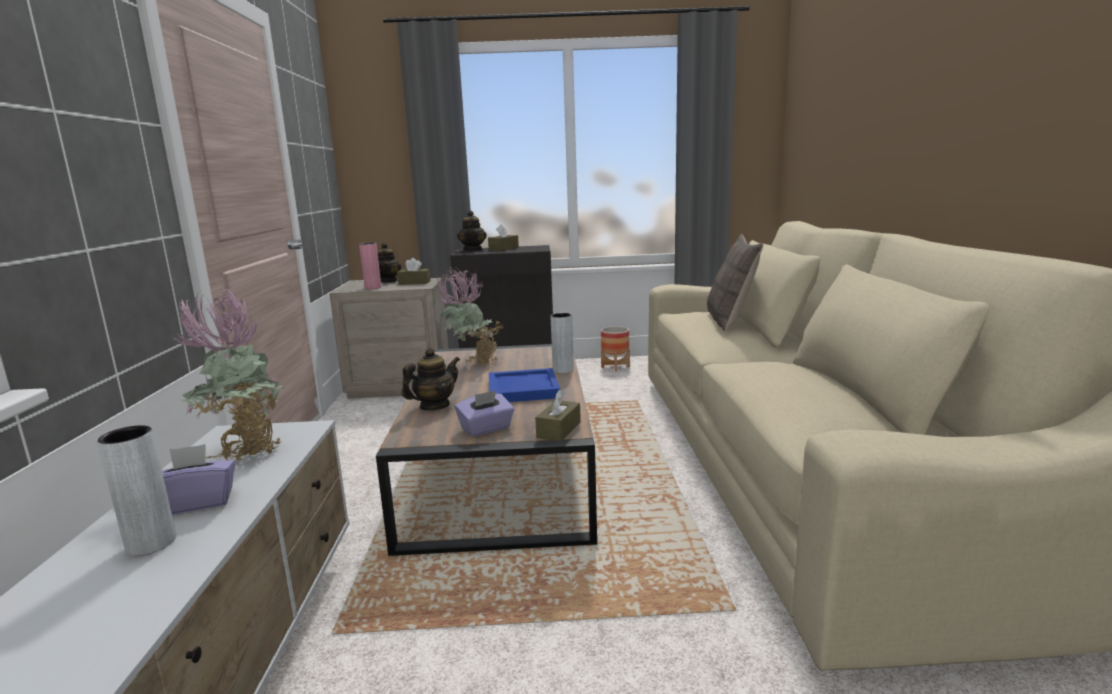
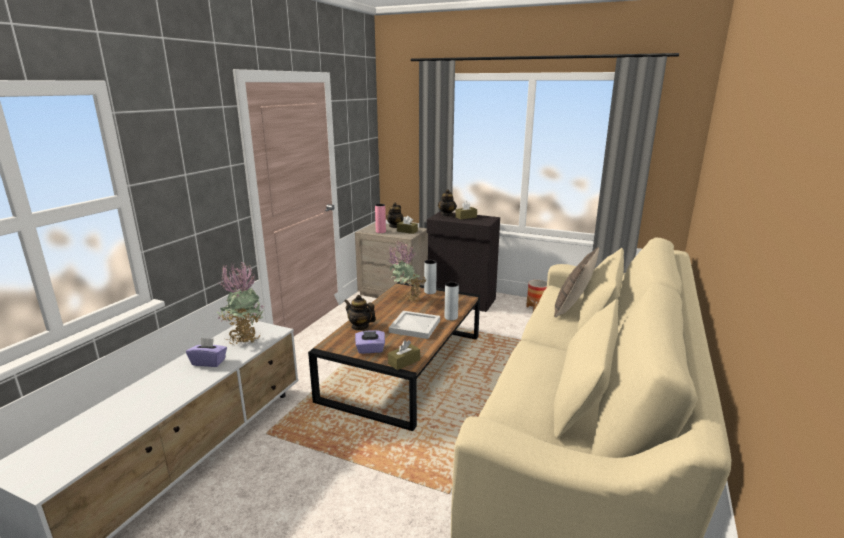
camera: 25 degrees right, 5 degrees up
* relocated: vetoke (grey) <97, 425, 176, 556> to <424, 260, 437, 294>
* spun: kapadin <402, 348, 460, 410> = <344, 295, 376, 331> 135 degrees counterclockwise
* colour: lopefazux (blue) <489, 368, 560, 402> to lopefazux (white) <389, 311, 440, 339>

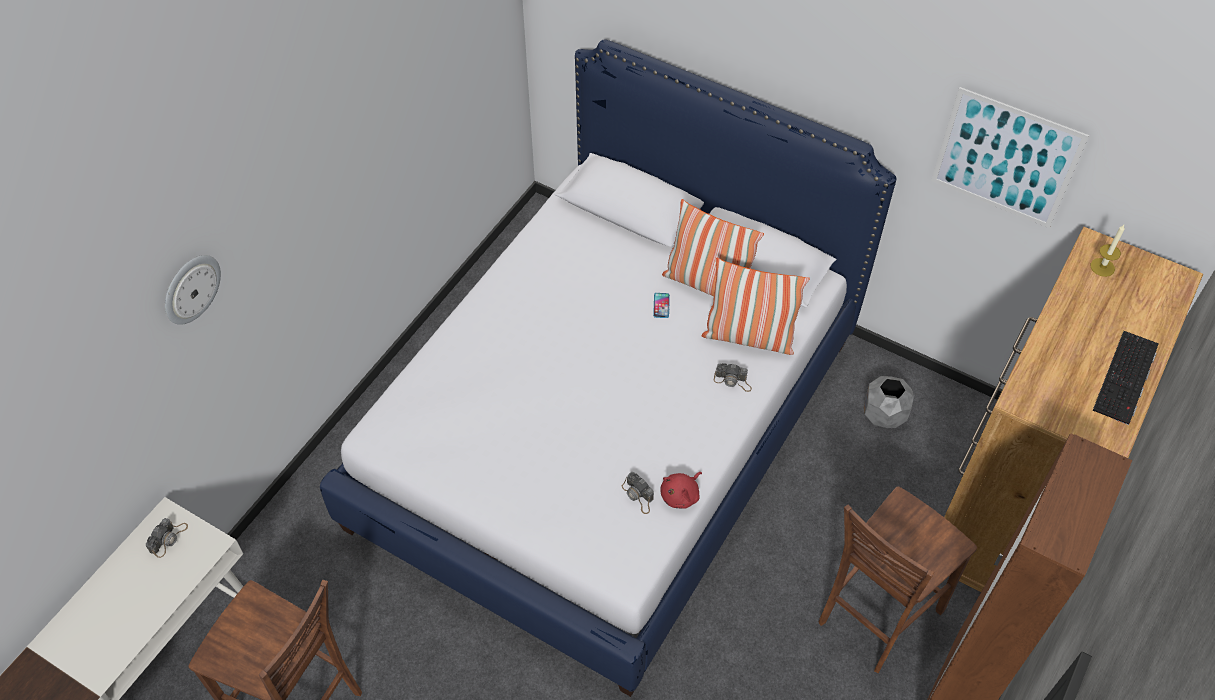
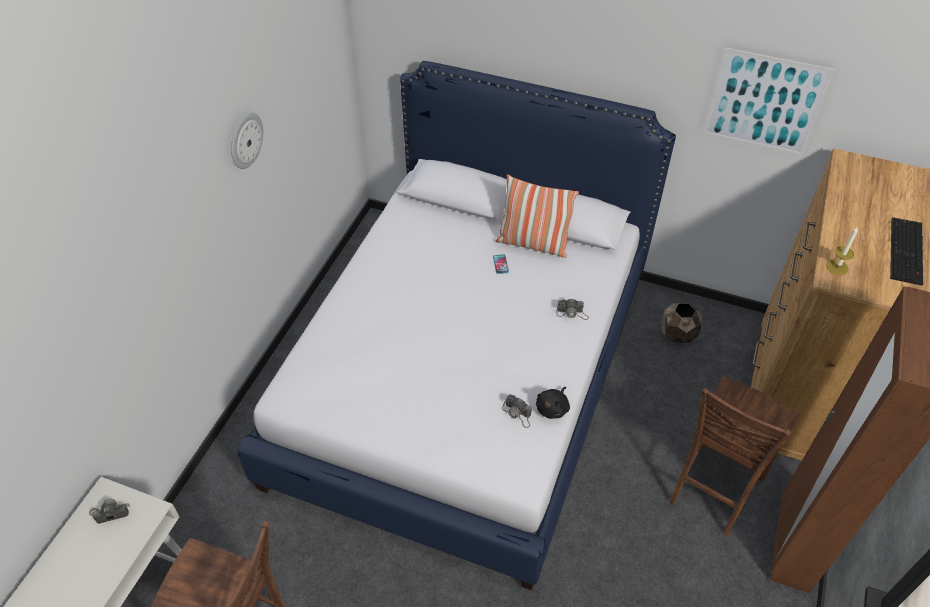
camera: 10 degrees left, 5 degrees down
* spun: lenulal <146, 518, 188, 558> = <89, 499, 130, 524> 120 degrees counterclockwise
* relocated: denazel <165, 255, 221, 325> to <231, 113, 263, 169>
* colour: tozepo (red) <660, 472, 702, 509> to tozepo (black) <536, 387, 570, 419>
* missing: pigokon <701, 258, 810, 355>
* colour: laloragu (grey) <864, 376, 914, 428> to laloragu (brown) <662, 303, 702, 343>
* relocated: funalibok <1091, 225, 1125, 277> to <827, 226, 858, 275>

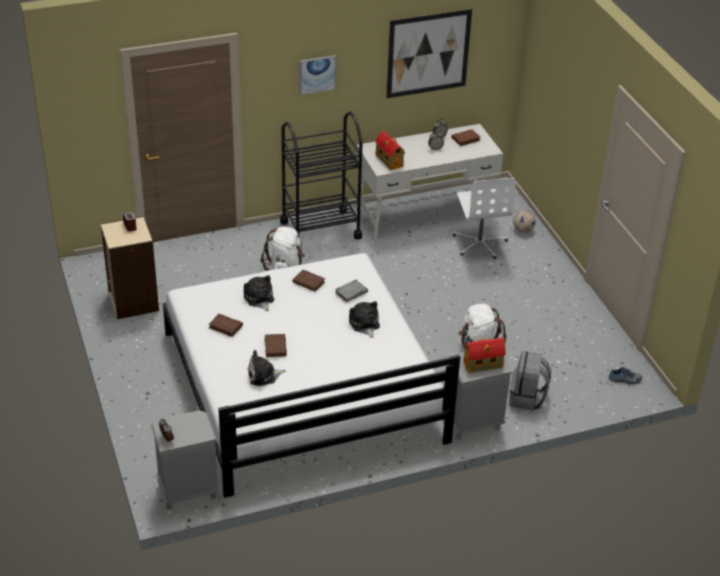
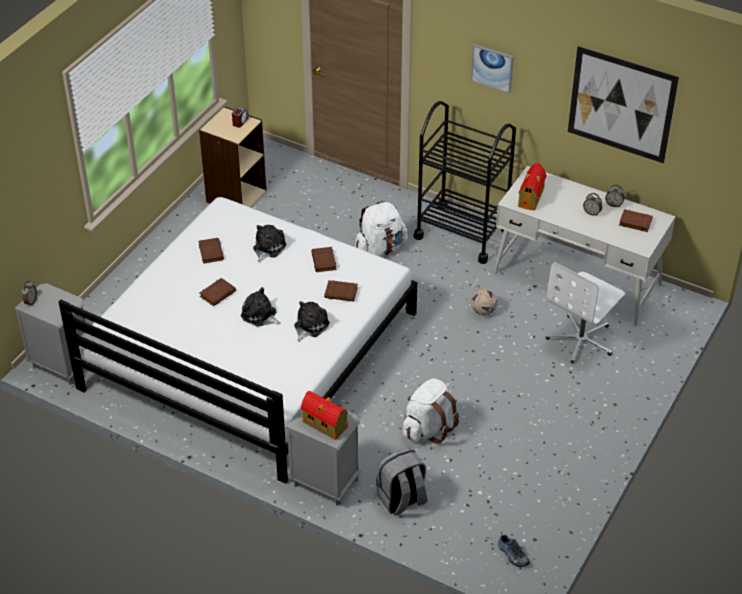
camera: 50 degrees right, 5 degrees up
* relocated: tozepo <248, 350, 286, 386> to <241, 287, 281, 327>
* colour: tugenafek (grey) <335, 280, 368, 302> to tugenafek (brown) <324, 280, 358, 302>
* relocated: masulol <513, 210, 536, 232> to <470, 289, 498, 315>

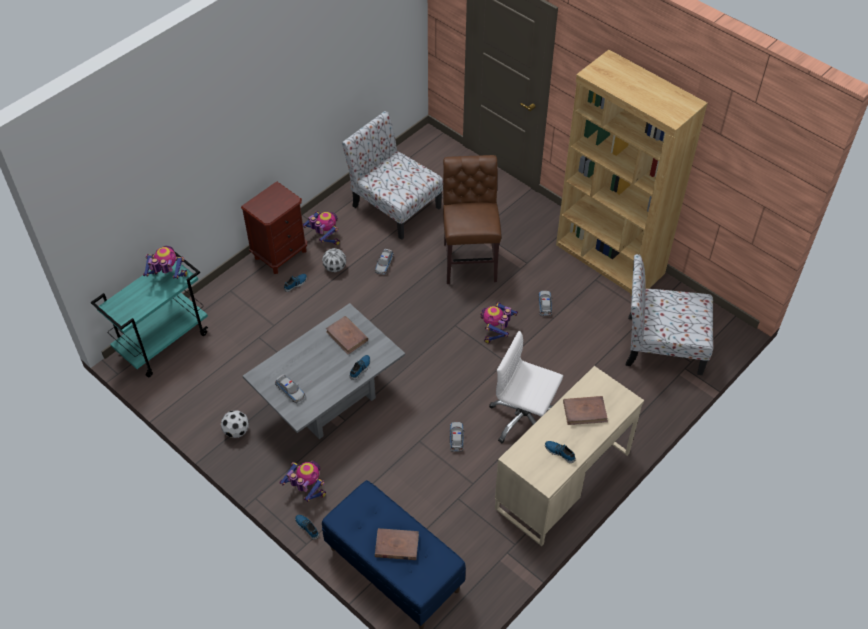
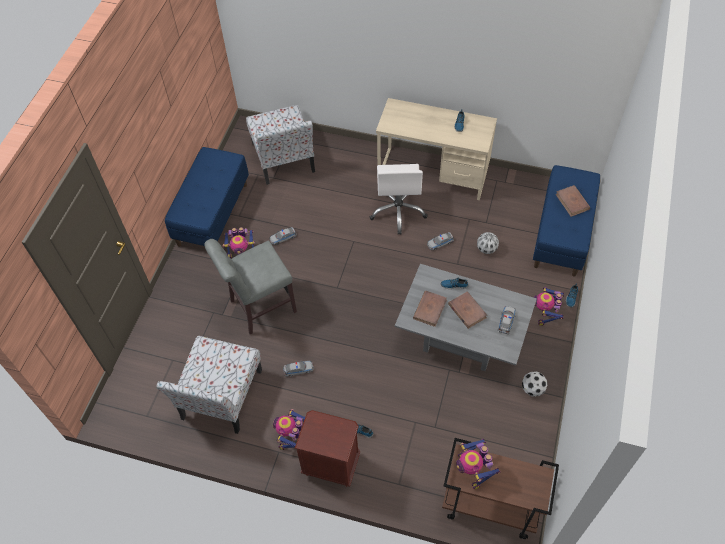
camera: 115 degrees left, 5 degrees up
* colour: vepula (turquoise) <91, 251, 208, 377> to vepula (brown) <442, 438, 559, 539>
* relocated: masulol <322, 248, 346, 272> to <477, 232, 499, 254>
* colour: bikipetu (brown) <443, 155, 502, 284> to bikipetu (grey) <204, 239, 297, 334>
* relocated: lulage <480, 302, 518, 343> to <223, 227, 255, 258>
* exchanged: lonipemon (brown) <556, 50, 708, 296> to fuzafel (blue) <165, 147, 249, 247>
* relocated: tugenafek (brown) <563, 396, 608, 425> to <448, 291, 487, 329>

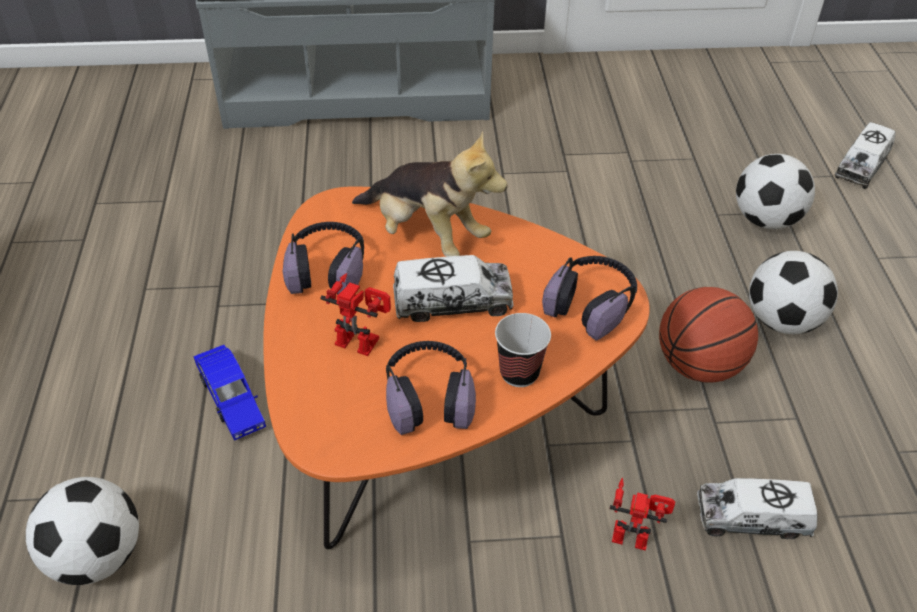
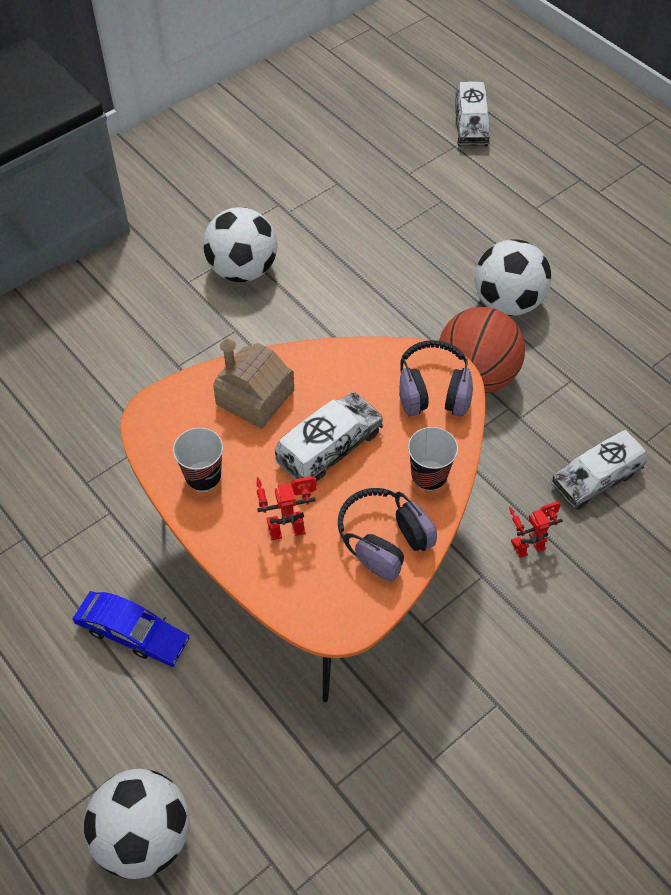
camera: 35 degrees left, 10 degrees up
* exchanged: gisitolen <283, 222, 364, 295> to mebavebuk <173, 428, 223, 492>
* exchanged: tozepo <352, 131, 508, 257> to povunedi <213, 339, 294, 429>
* relocated: masulol <736, 154, 815, 229> to <203, 207, 277, 282>

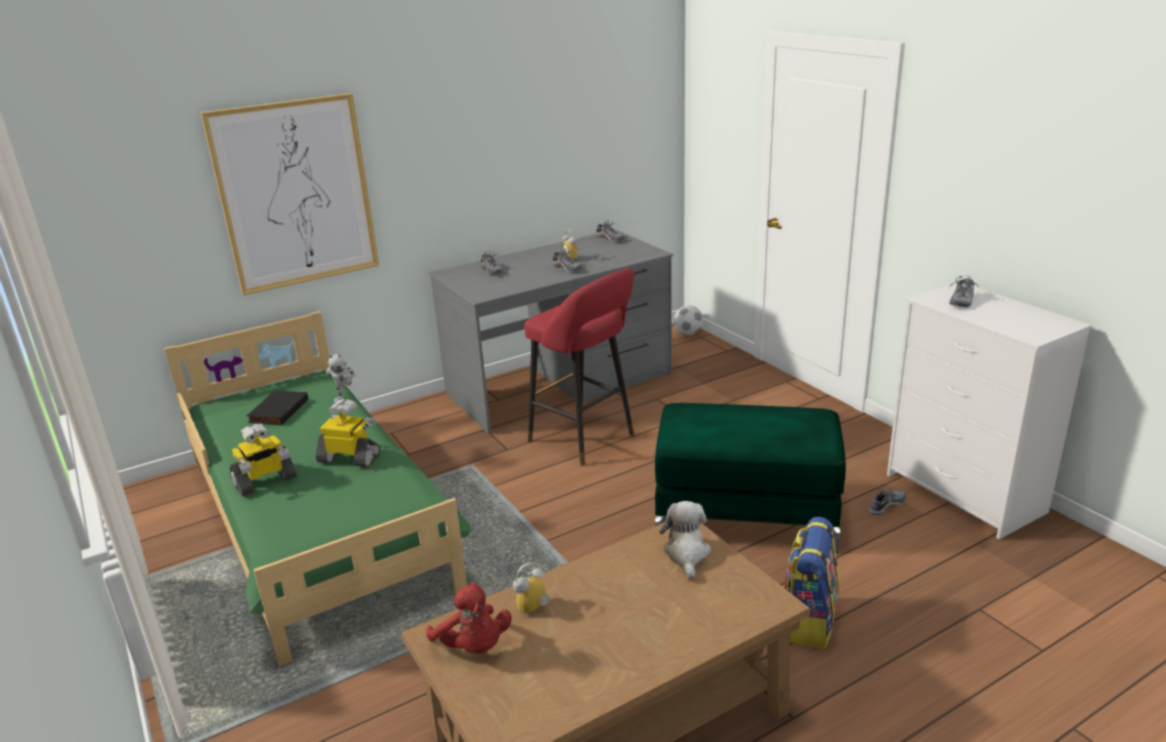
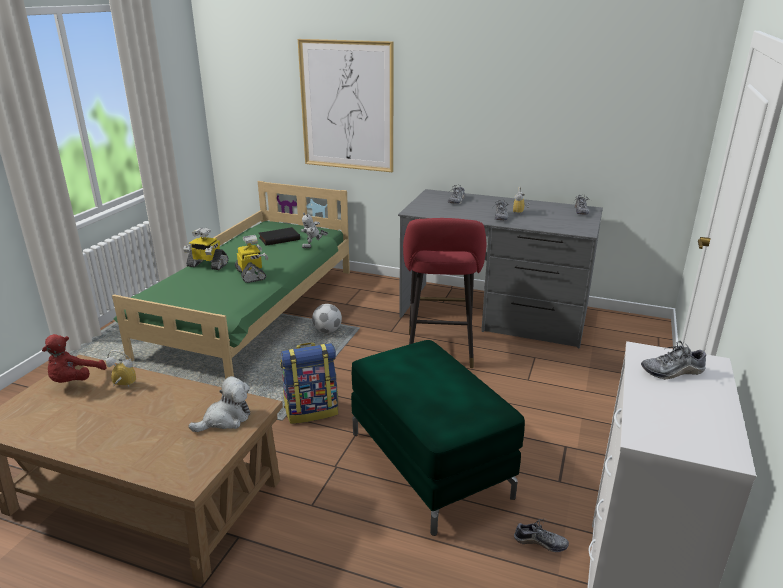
camera: 50 degrees right, 0 degrees up
* relocated: masulol <674, 306, 704, 336> to <312, 304, 342, 333>
* relocated: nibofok <785, 517, 839, 649> to <280, 343, 338, 424>

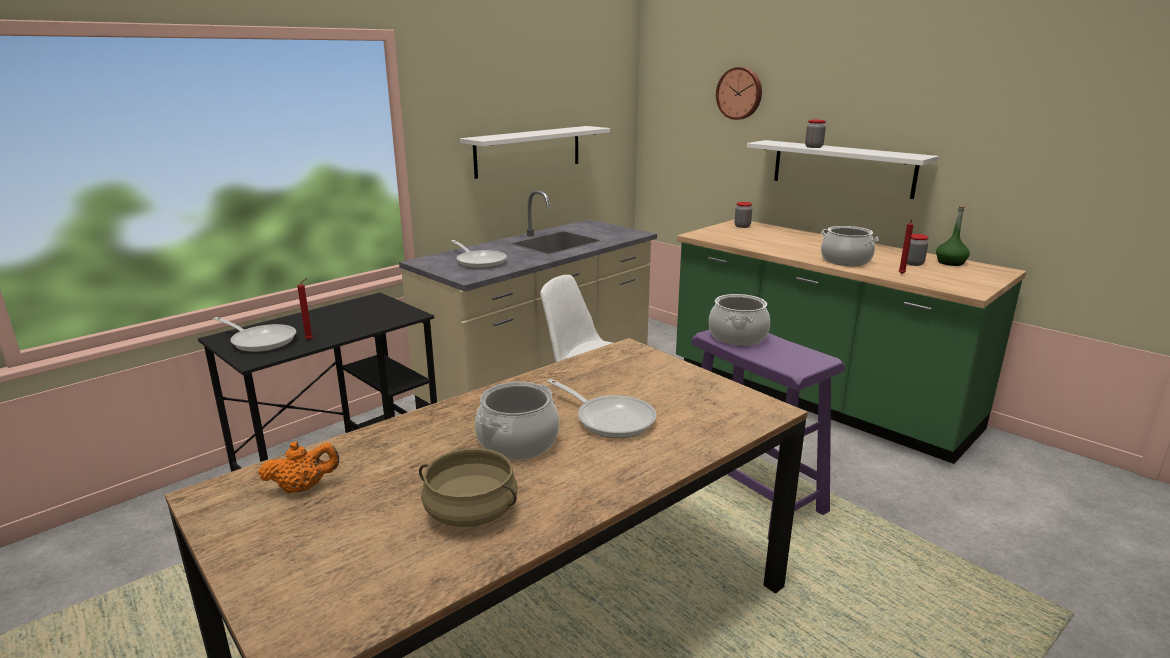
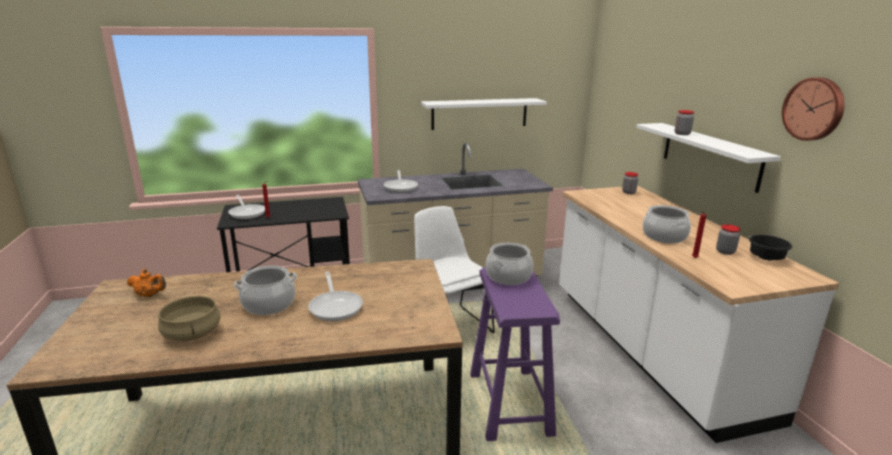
camera: 30 degrees right, 0 degrees up
* colour: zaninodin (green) <676, 219, 1026, 464> to zaninodin (white) <559, 186, 839, 443>
* relocated: denazel <716, 67, 762, 120> to <782, 77, 845, 141>
* exchanged: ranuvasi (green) <936, 205, 970, 266> to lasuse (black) <749, 235, 792, 260>

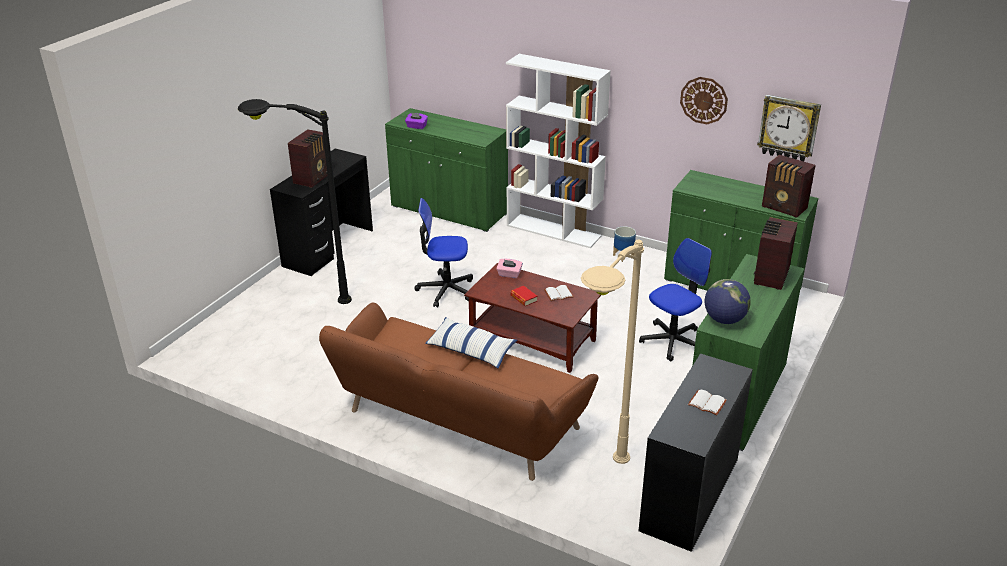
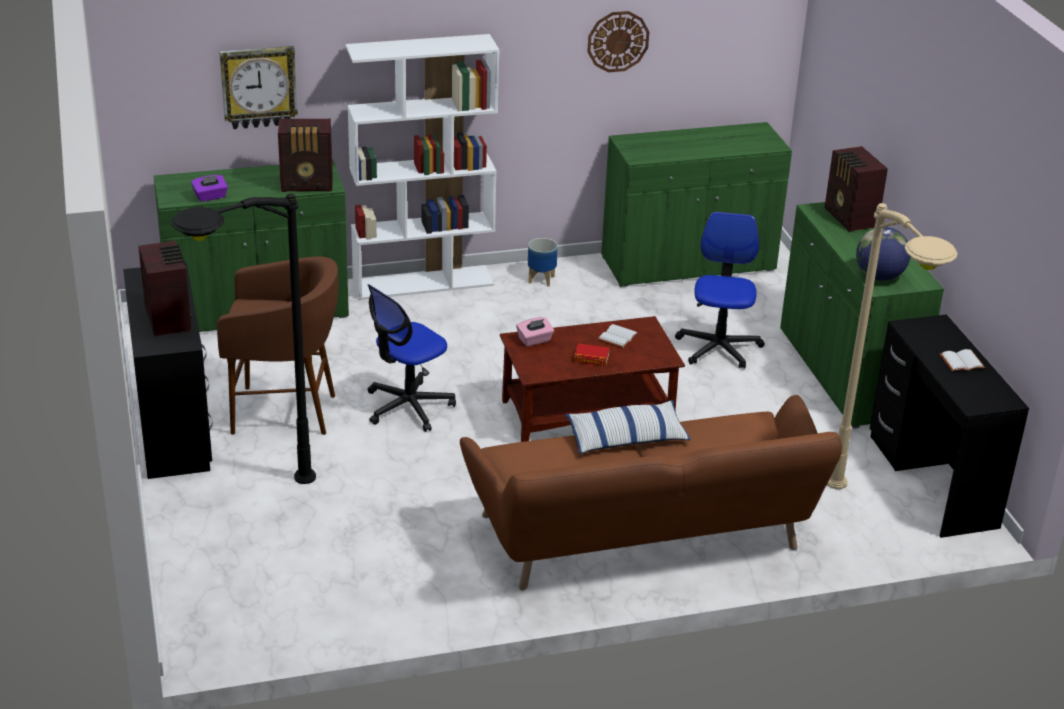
camera: 45 degrees left, 0 degrees up
* relocated: denazel <757, 95, 821, 162> to <219, 46, 298, 129>
* relocated: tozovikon <762, 155, 816, 218> to <278, 119, 333, 192>
* appeared: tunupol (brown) <217, 256, 338, 435>

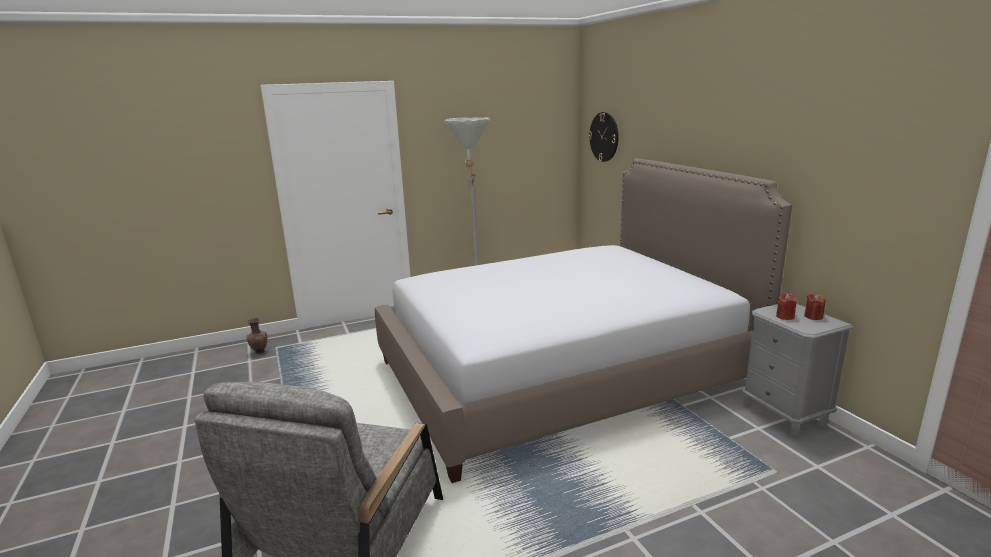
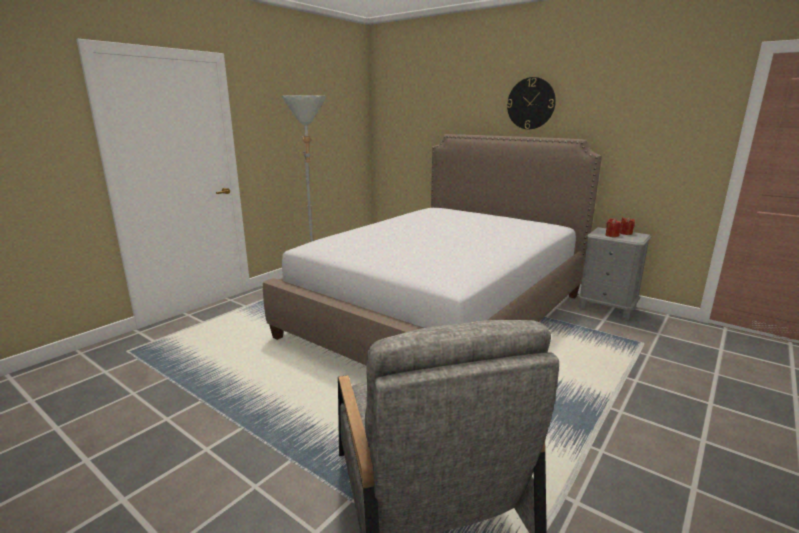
camera: 30 degrees left, 0 degrees up
* missing: vetoke (brown) <246, 318, 267, 354>
* relocated: denazel <588, 112, 619, 162> to <507, 77, 556, 129>

